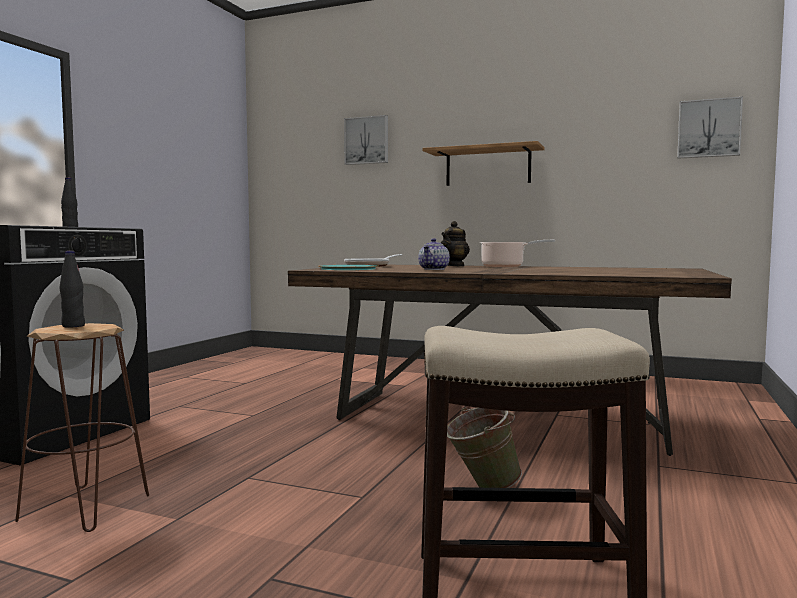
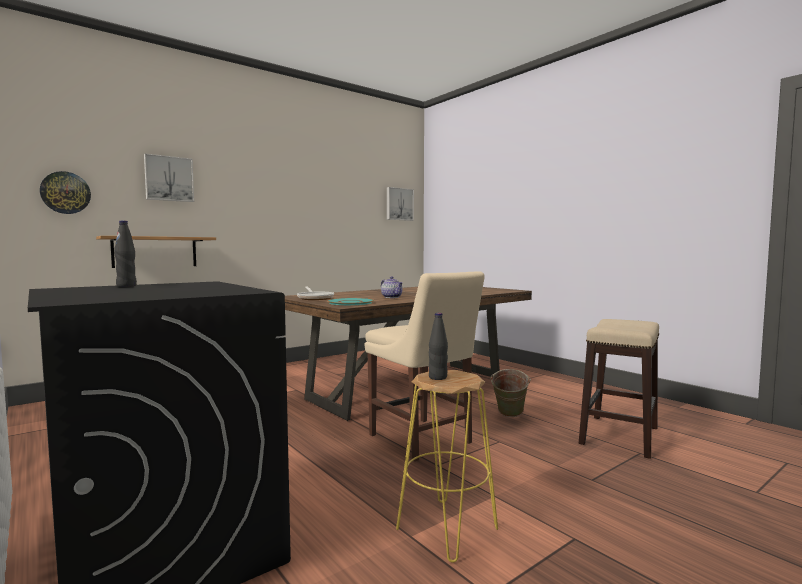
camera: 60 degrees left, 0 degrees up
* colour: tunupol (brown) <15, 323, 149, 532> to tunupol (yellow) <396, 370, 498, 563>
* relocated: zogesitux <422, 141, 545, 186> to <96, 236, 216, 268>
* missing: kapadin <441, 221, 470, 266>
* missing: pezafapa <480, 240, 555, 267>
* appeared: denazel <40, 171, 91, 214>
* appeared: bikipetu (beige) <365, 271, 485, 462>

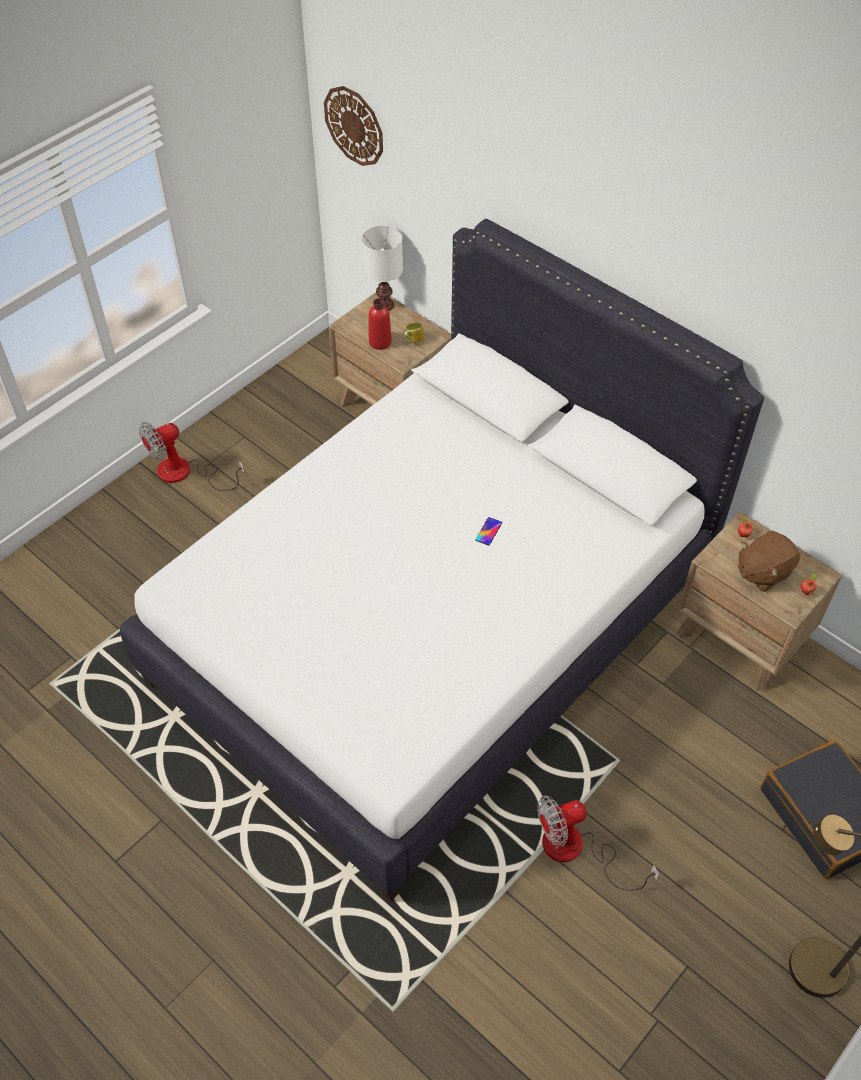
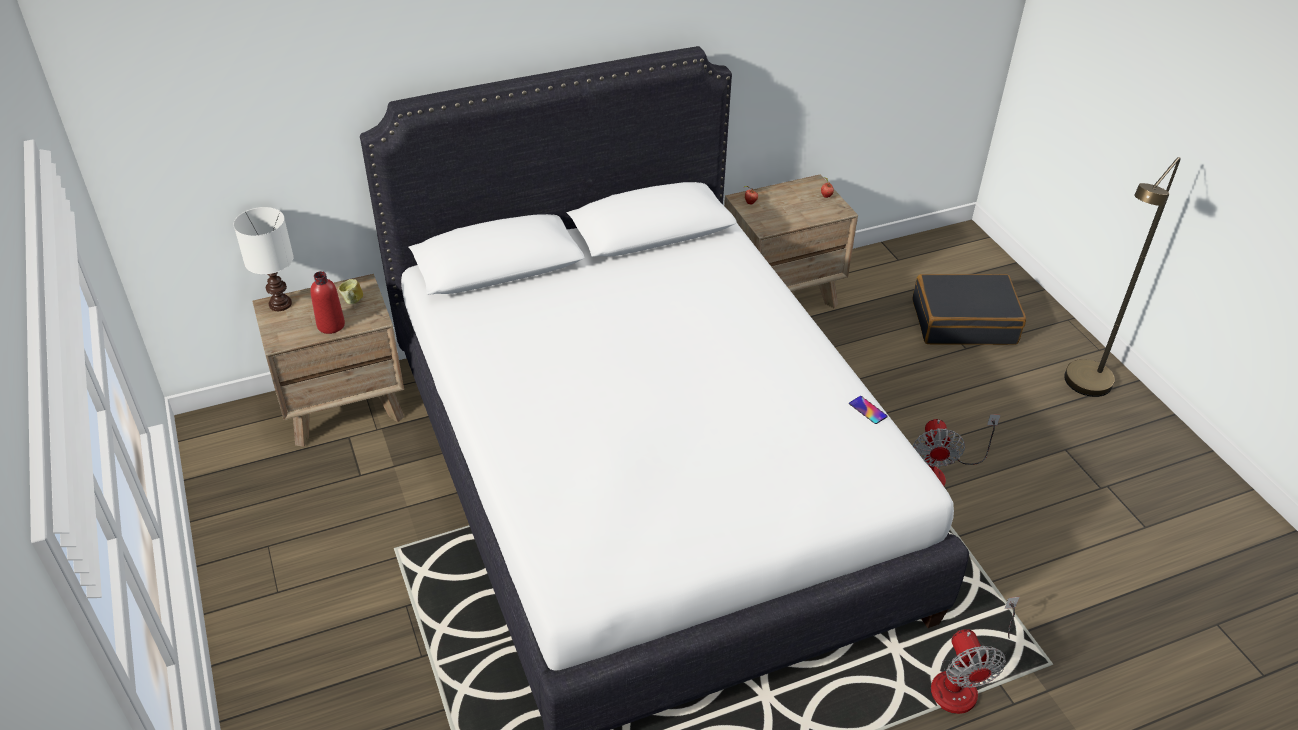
camera: 65 degrees left, 10 degrees down
* relocated: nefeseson <139, 422, 245, 491> to <931, 597, 1019, 714>
* missing: denazel <324, 86, 383, 166>
* relocated: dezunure <475, 517, 502, 546> to <849, 396, 888, 424>
* missing: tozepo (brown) <737, 531, 800, 592>

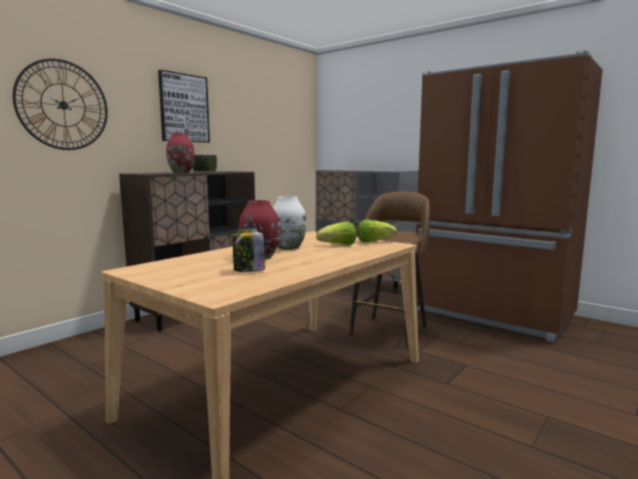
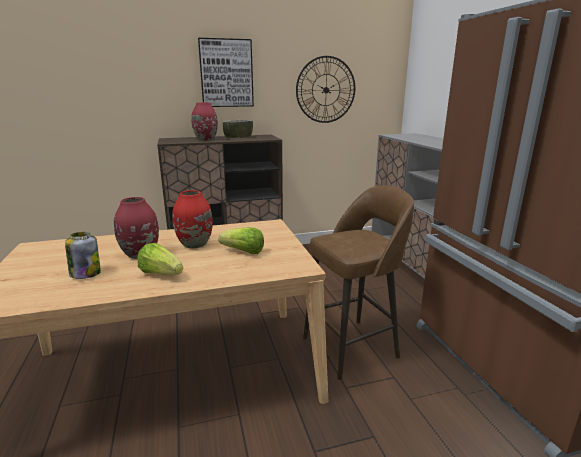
camera: 35 degrees right, 10 degrees up
* relocated: denazel <13, 58, 108, 150> to <296, 56, 355, 123>
* colour: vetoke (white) <273, 196, 306, 250> to vetoke (red) <172, 190, 213, 248>
* relocated: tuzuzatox <358, 219, 397, 242> to <137, 243, 183, 275>

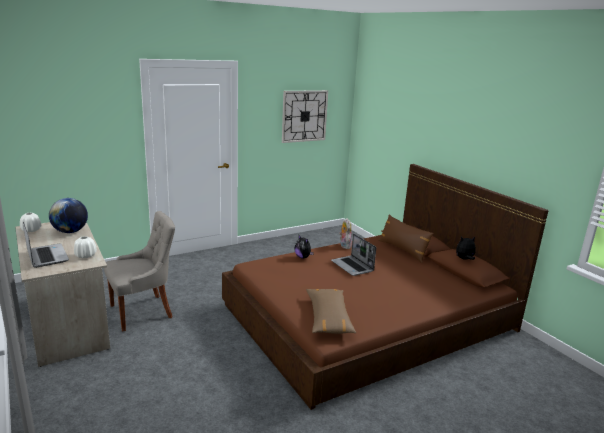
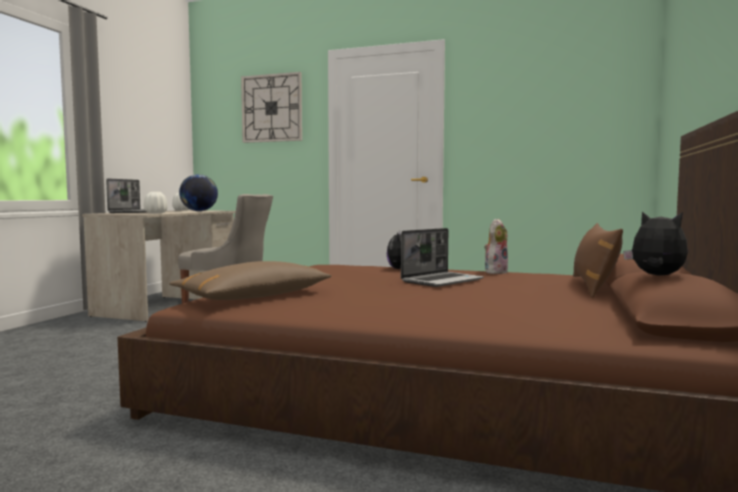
camera: 50 degrees right, 15 degrees down
* relocated: denazel <282, 90, 328, 143> to <241, 72, 302, 143>
* spun: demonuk <331, 234, 376, 276> = <401, 228, 484, 287> 150 degrees counterclockwise

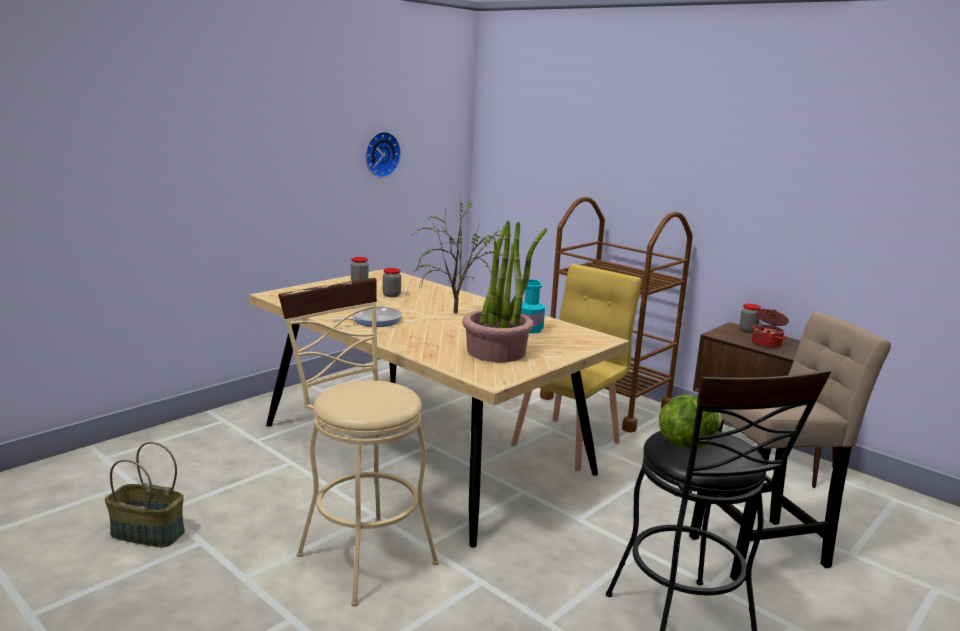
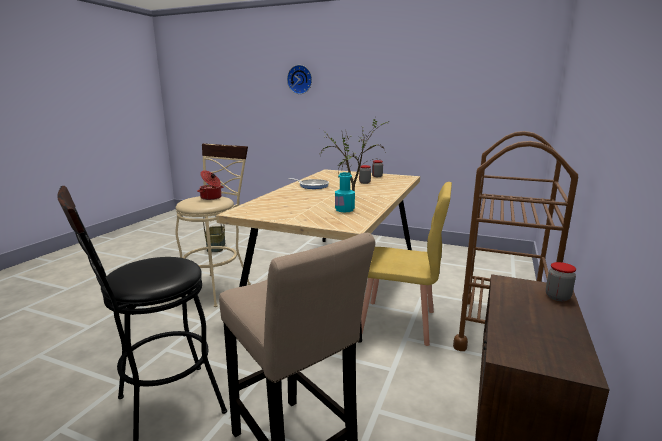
camera: 70 degrees right, 0 degrees up
* relocated: denazel <365, 131, 401, 178> to <287, 65, 312, 94>
* missing: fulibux <463, 221, 547, 362>
* missing: tuzuzatox <659, 395, 722, 449>
* relocated: pezafapa <751, 309, 789, 349> to <197, 170, 223, 200>

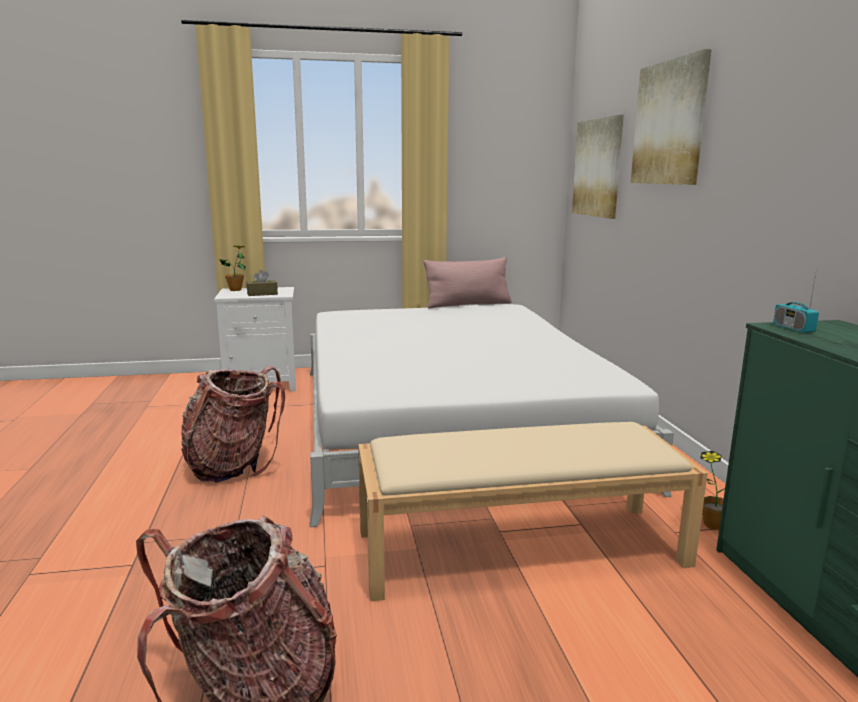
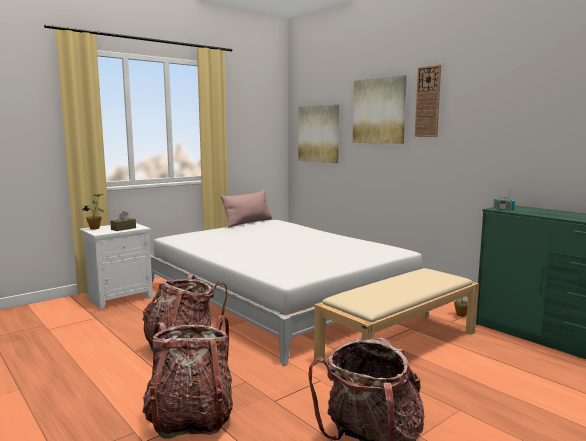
camera: 30 degrees left, 5 degrees down
* appeared: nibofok <143, 315, 233, 439>
* appeared: denazel <415, 65, 441, 137>

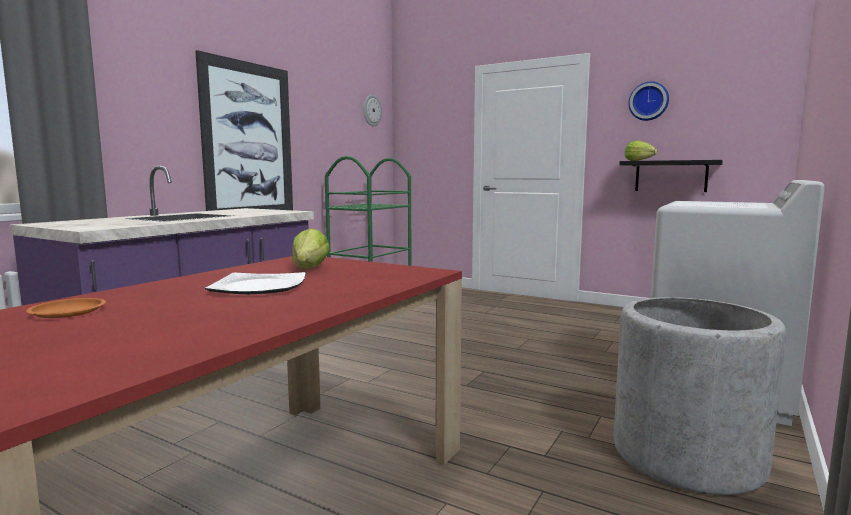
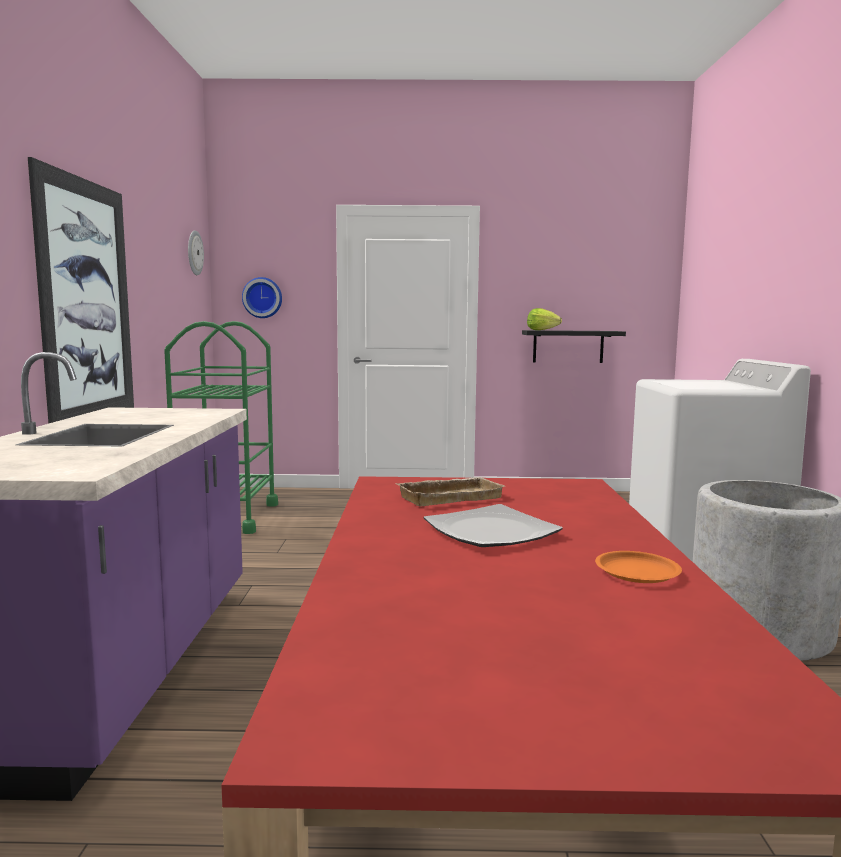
camera: 30 degrees left, 0 degrees up
* relocated: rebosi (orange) <26, 298, 106, 318> to <595, 551, 682, 583>
* exchanged: tuzuzatox <292, 228, 330, 268> to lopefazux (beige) <396, 477, 504, 506>
* relocated: denazel <628, 82, 669, 121> to <242, 277, 282, 318>

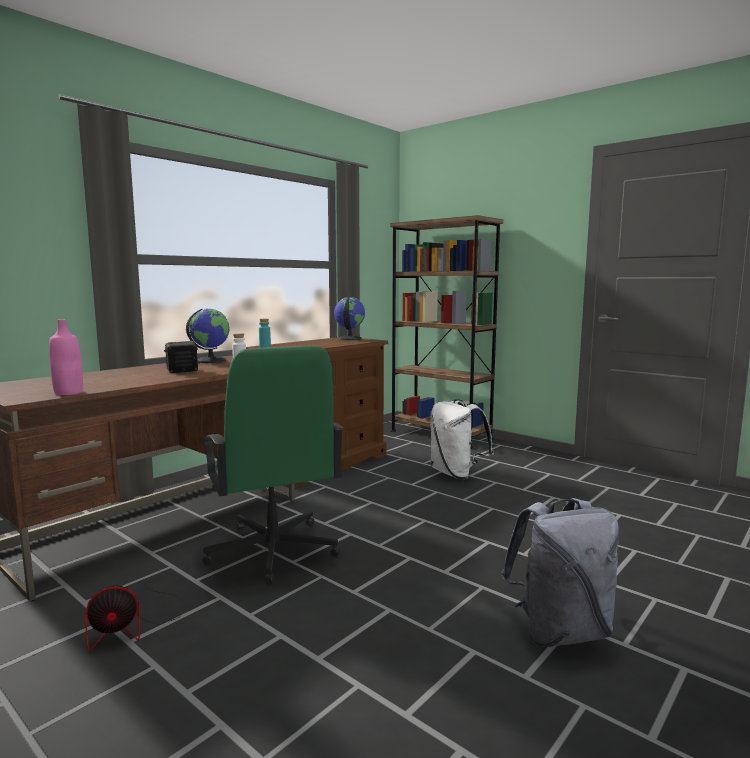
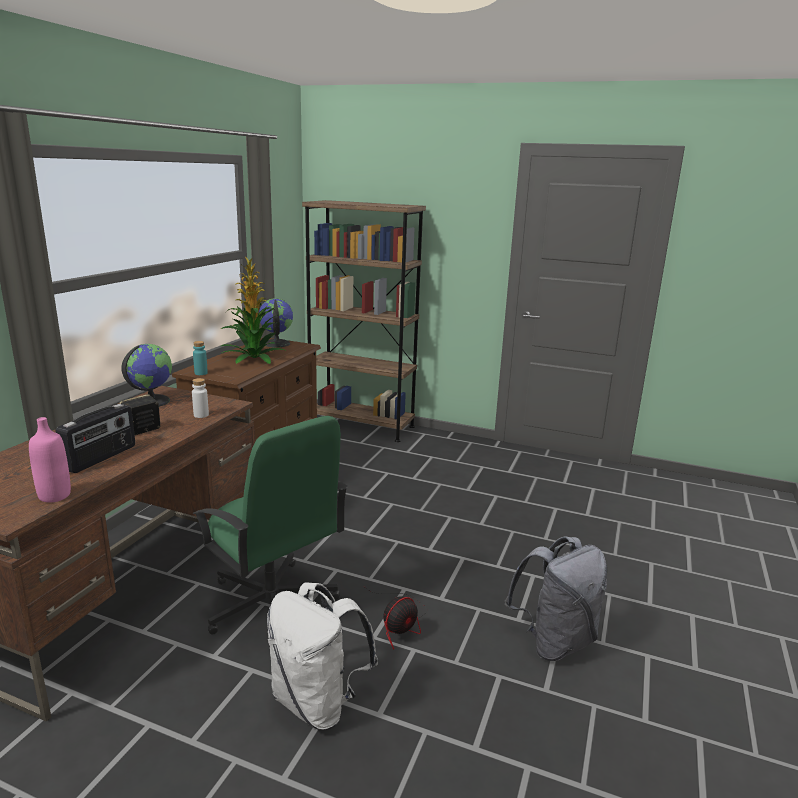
camera: 20 degrees left, 10 degrees up
* relocated: nefeseson <85, 585, 183, 651> to <366, 588, 427, 650>
* relocated: nibofok (white) <430, 399, 494, 479> to <267, 582, 378, 730>
* appeared: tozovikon <55, 404, 135, 473>
* appeared: fulibux <221, 257, 287, 364>

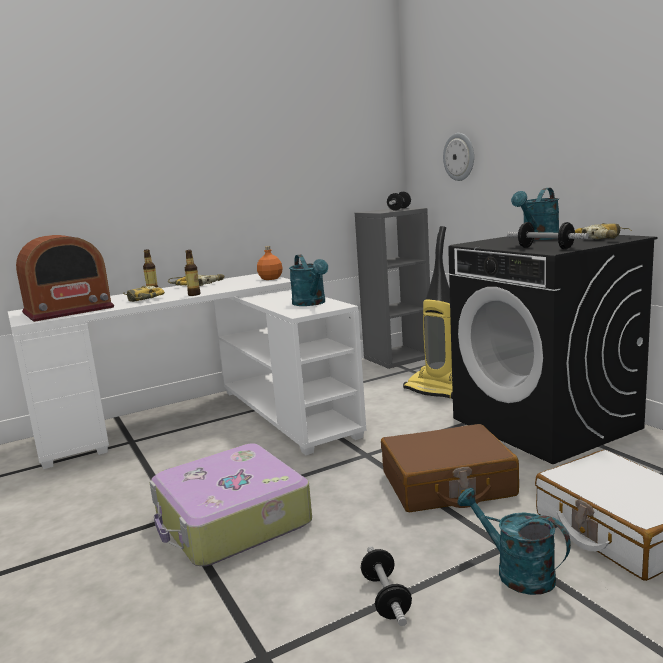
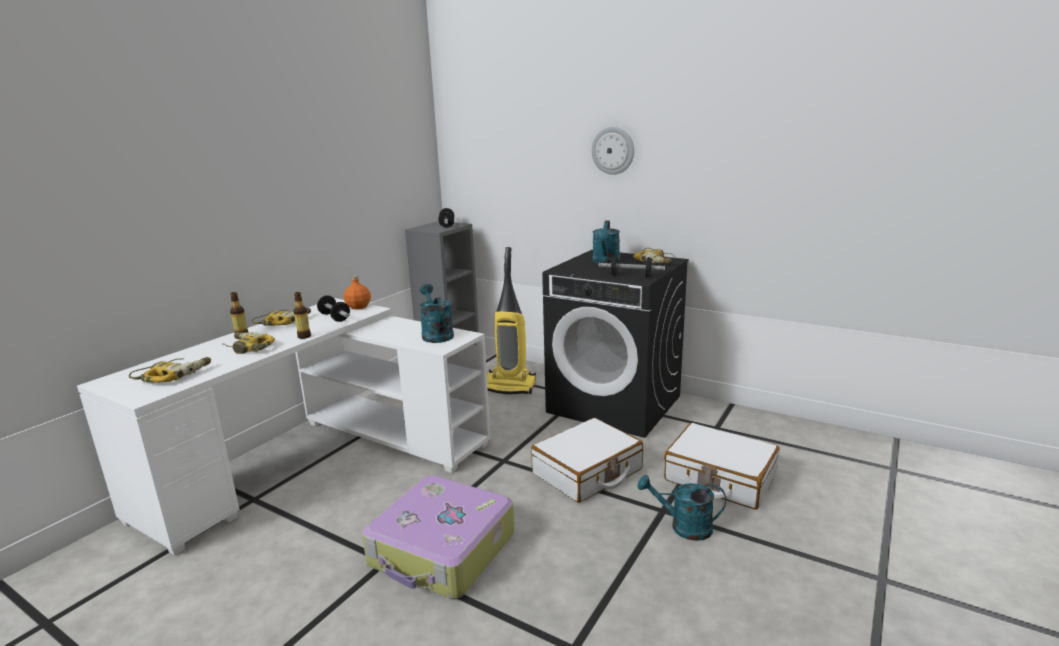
camera: 30 degrees left, 5 degrees up
* exchanged: tozovikon <16, 235, 114, 322> to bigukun <129, 357, 211, 383>
* spun: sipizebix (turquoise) <289, 255, 328, 306> = <420, 284, 454, 343> 150 degrees counterclockwise
* relocated: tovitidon <361, 546, 412, 626> to <317, 295, 350, 322>
* colour: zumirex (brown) <381, 424, 519, 512> to zumirex (white) <531, 418, 643, 503>
* relocated: denazel <443, 133, 474, 181> to <592, 127, 634, 175>

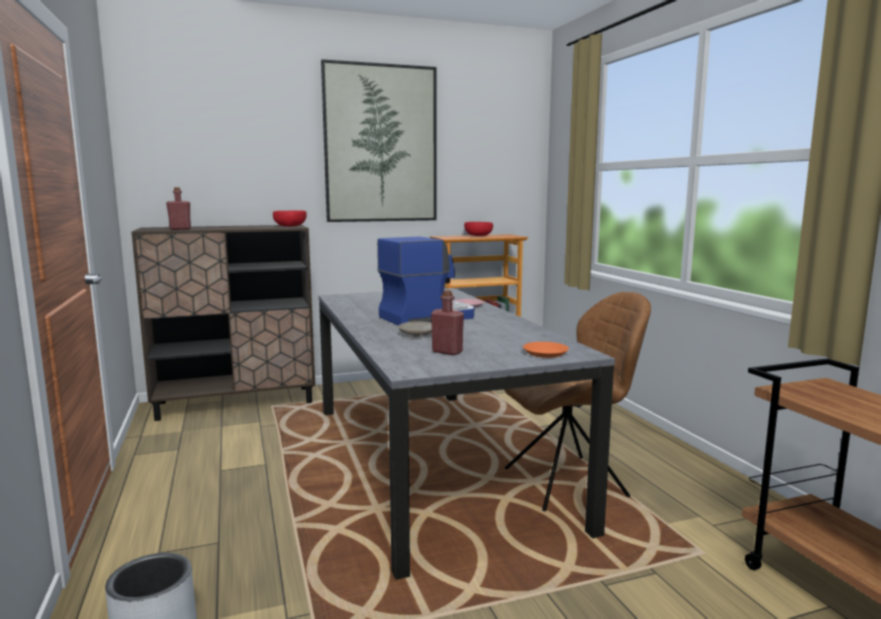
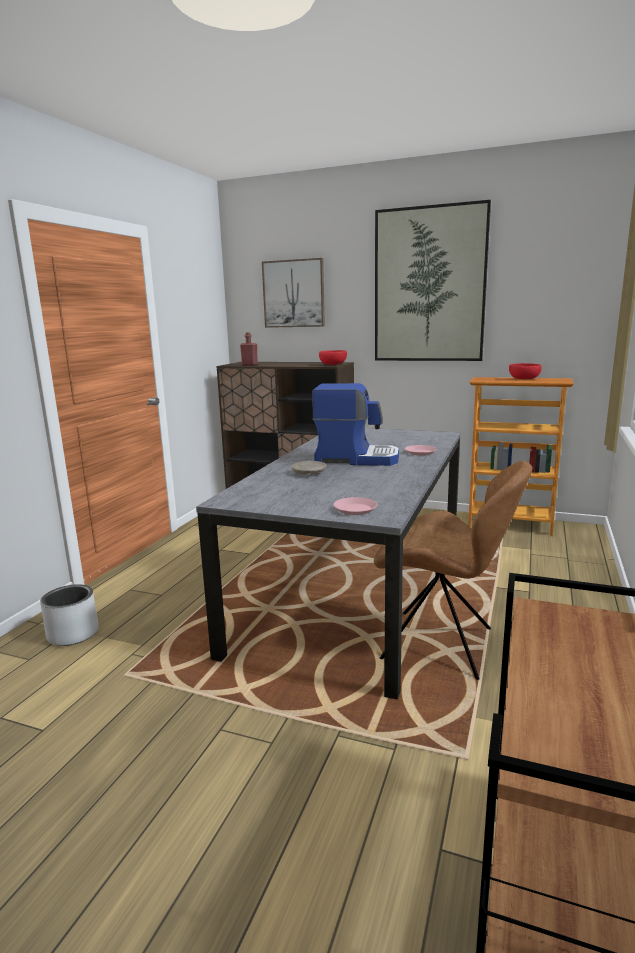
camera: 40 degrees right, 5 degrees up
* missing: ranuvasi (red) <431, 290, 464, 355>
* colour: rebosi (orange) <523, 342, 569, 358> to rebosi (pink) <333, 497, 377, 515>
* appeared: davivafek <262, 258, 325, 328>

